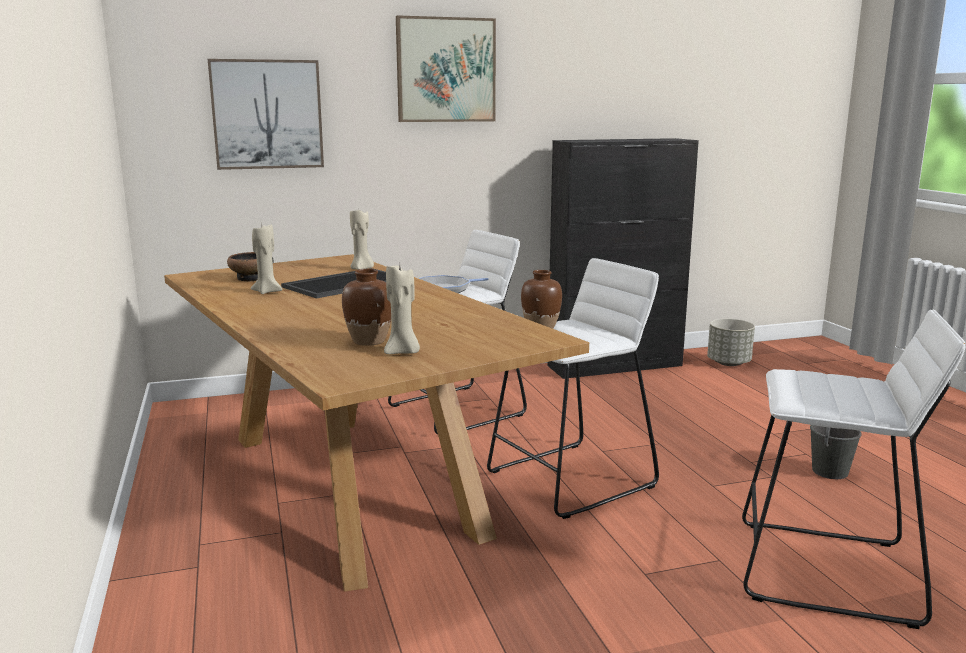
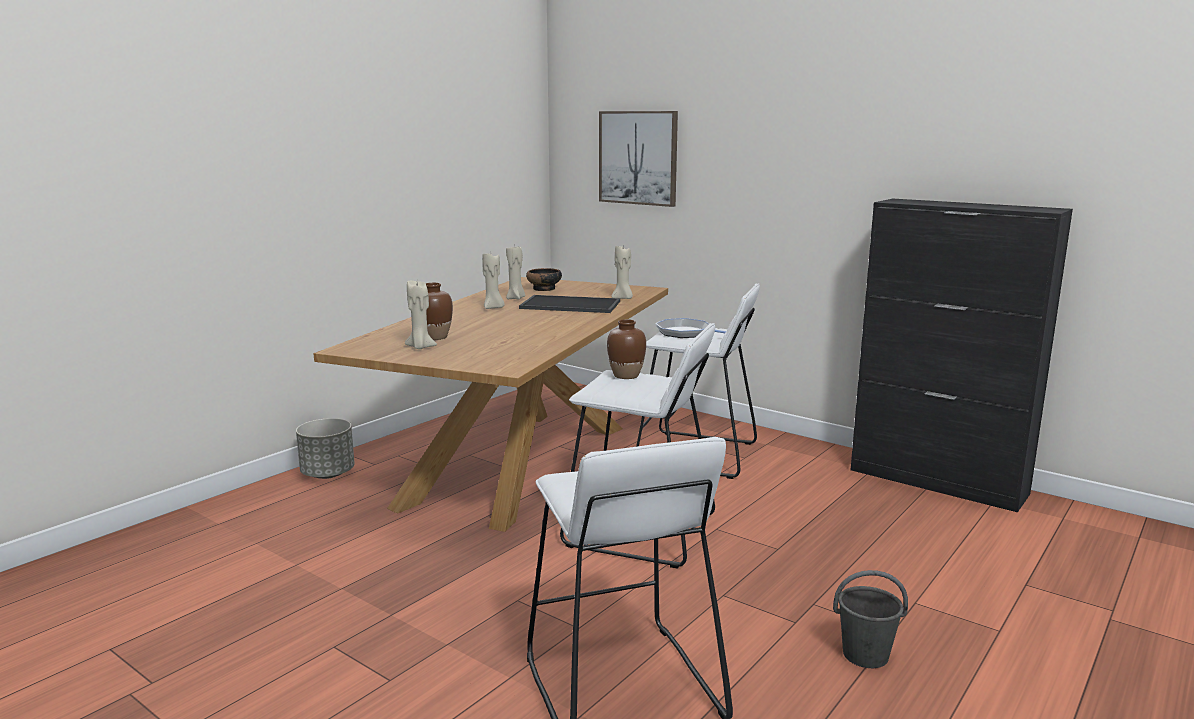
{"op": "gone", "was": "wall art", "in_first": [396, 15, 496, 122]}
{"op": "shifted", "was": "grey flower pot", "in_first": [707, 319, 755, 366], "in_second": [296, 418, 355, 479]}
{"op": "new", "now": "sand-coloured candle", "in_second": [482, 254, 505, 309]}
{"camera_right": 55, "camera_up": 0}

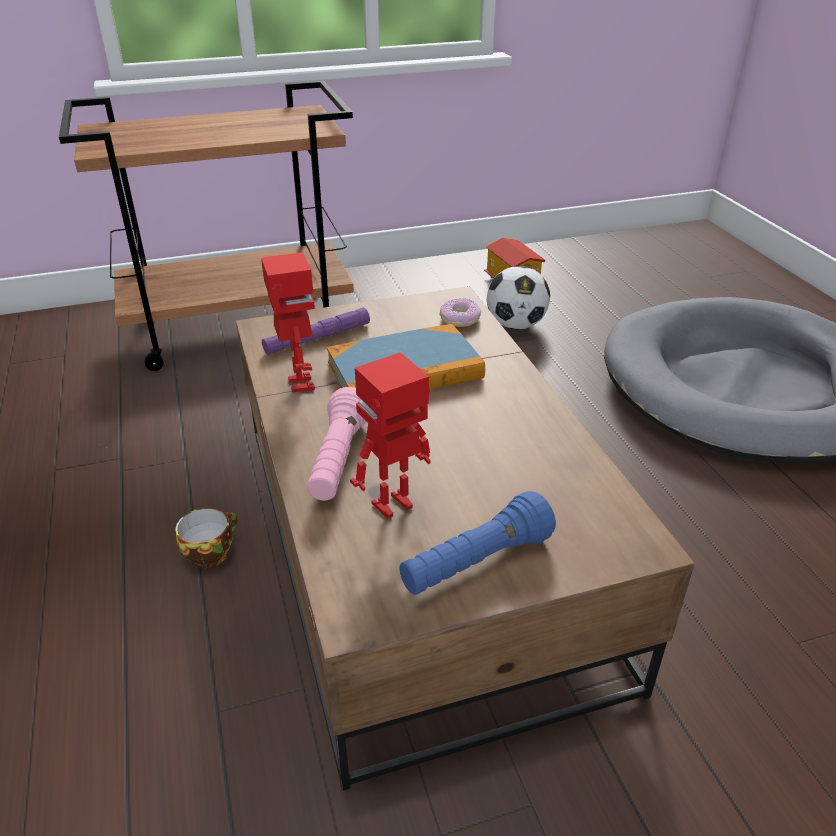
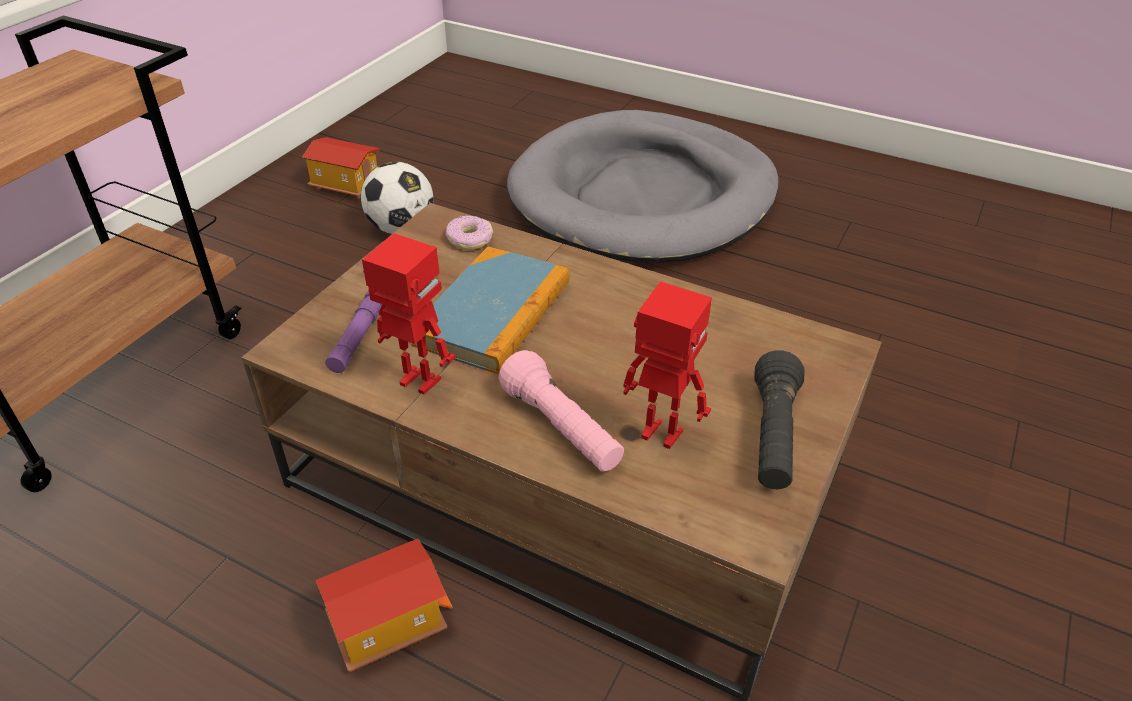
{"op": "rotated", "was": "model robot", "in_first": [350, 352, 431, 519], "in_second": [623, 281, 712, 449], "clockwise": 105}
{"op": "repainted", "was": "bluish hand torch", "now": "black hand torch", "in_first": [400, 491, 556, 595], "in_second": [754, 350, 804, 489]}
{"op": "swapped", "was": "small cup", "now": "model house", "in_first": [176, 508, 237, 568], "in_second": [316, 539, 453, 672]}
{"camera_right": -45, "camera_up": 5}

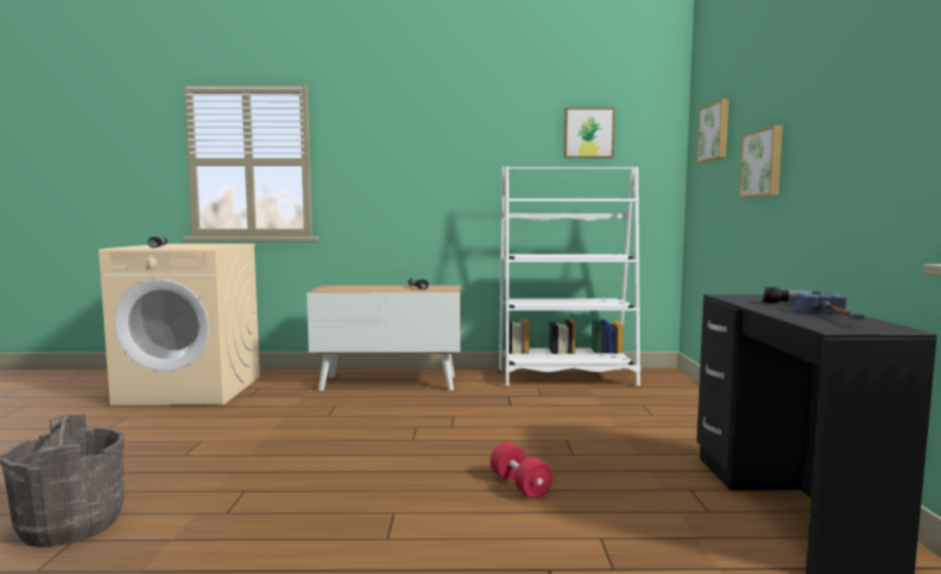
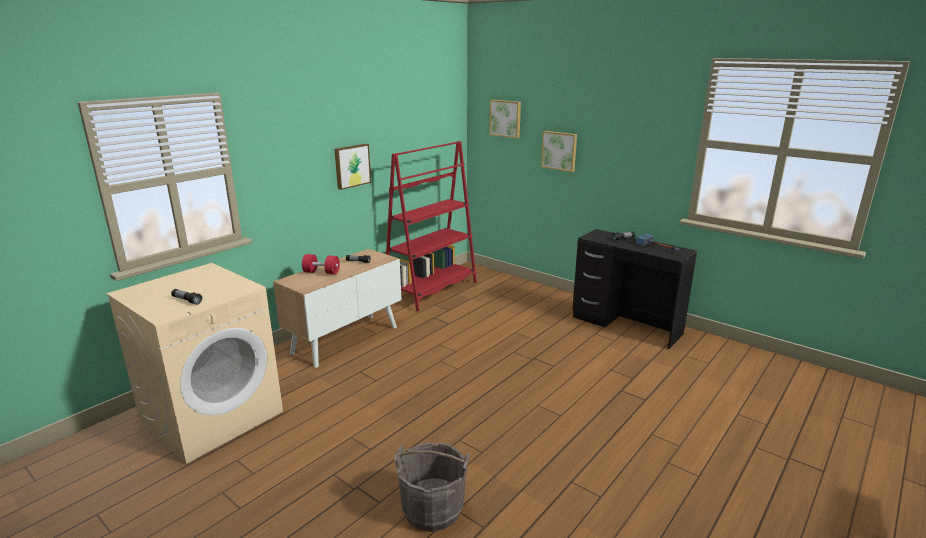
{"op": "shifted", "was": "wall art", "in_first": [564, 108, 615, 158], "in_second": [334, 144, 371, 190]}
{"op": "repainted", "was": "whitish bookcase", "now": "red bookcase", "in_first": [499, 167, 640, 386], "in_second": [385, 141, 477, 311]}
{"op": "shifted", "was": "red hand weight", "in_first": [490, 442, 553, 499], "in_second": [302, 254, 340, 275]}
{"camera_right": -50, "camera_up": 15}

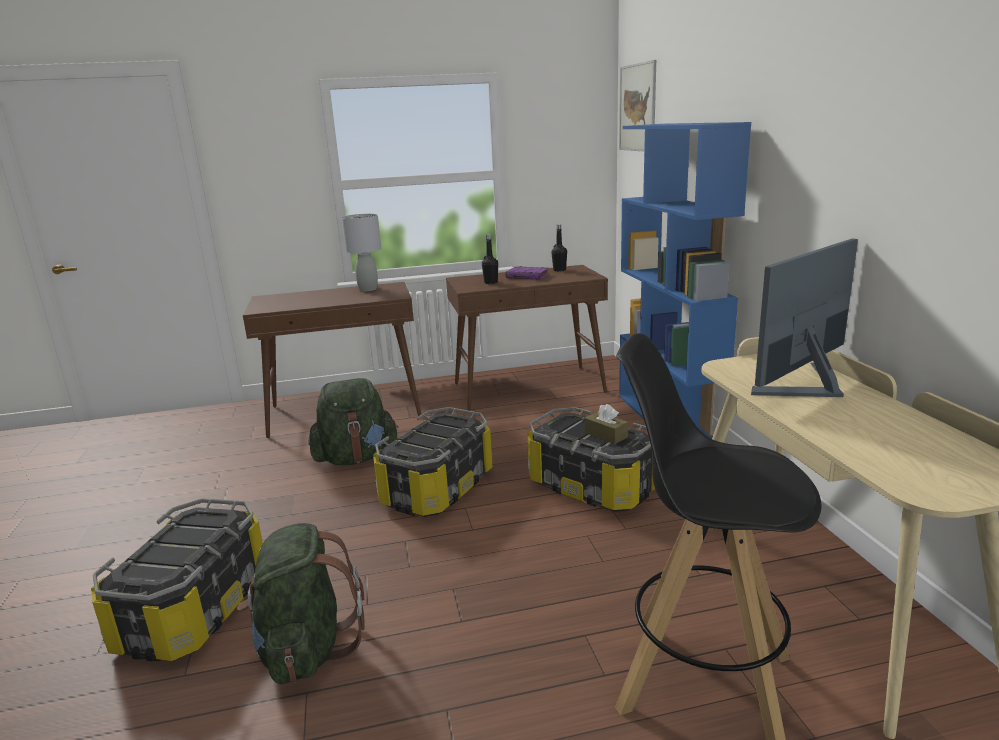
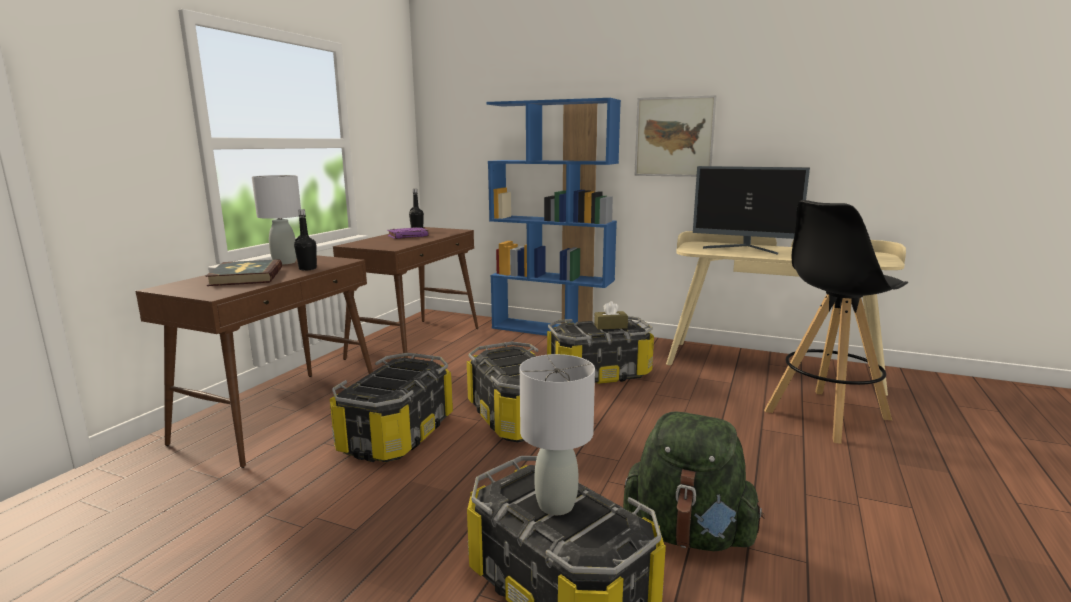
{"op": "shifted", "was": "wall art", "in_first": [619, 60, 656, 151], "in_second": [634, 95, 716, 177]}
{"op": "shifted", "was": "black drink bottle", "in_first": [482, 234, 498, 284], "in_second": [294, 209, 317, 271]}
{"op": "rotated", "was": "monitor", "in_first": [751, 239, 858, 397], "in_second": [693, 166, 810, 255], "clockwise": -60}
{"op": "swapped", "was": "greenish backpack", "now": "storage bin", "in_first": [308, 378, 399, 465], "in_second": [330, 353, 453, 462]}
{"op": "new", "now": "book", "in_second": [205, 259, 282, 286]}
{"op": "new", "now": "grey lamp for a table", "in_second": [520, 354, 595, 515]}
{"camera_right": -55, "camera_up": -5}

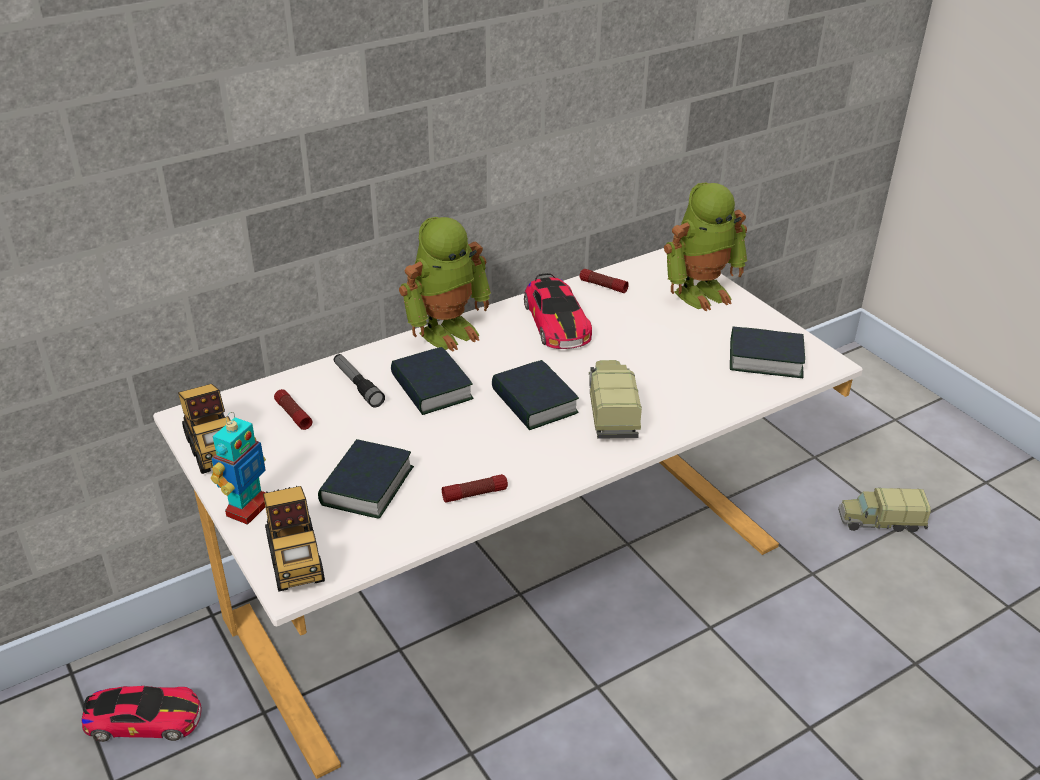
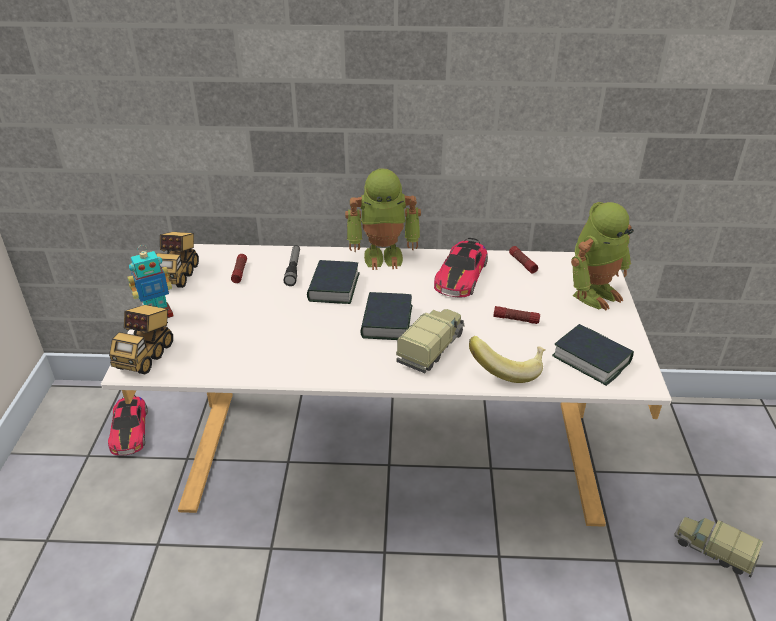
{"op": "rotated", "was": "model robot", "in_first": [664, 183, 748, 311], "in_second": [571, 202, 634, 311], "clockwise": -45}
{"op": "gone", "was": "book", "in_first": [318, 439, 414, 519]}
{"op": "shifted", "was": "hand torch", "in_first": [442, 474, 508, 503], "in_second": [493, 306, 540, 324]}
{"op": "rotated", "was": "model car", "in_first": [82, 686, 202, 742], "in_second": [108, 395, 148, 456], "clockwise": 45}
{"op": "new", "now": "whole banana", "in_second": [469, 336, 546, 383]}
{"camera_right": 35, "camera_up": 0}

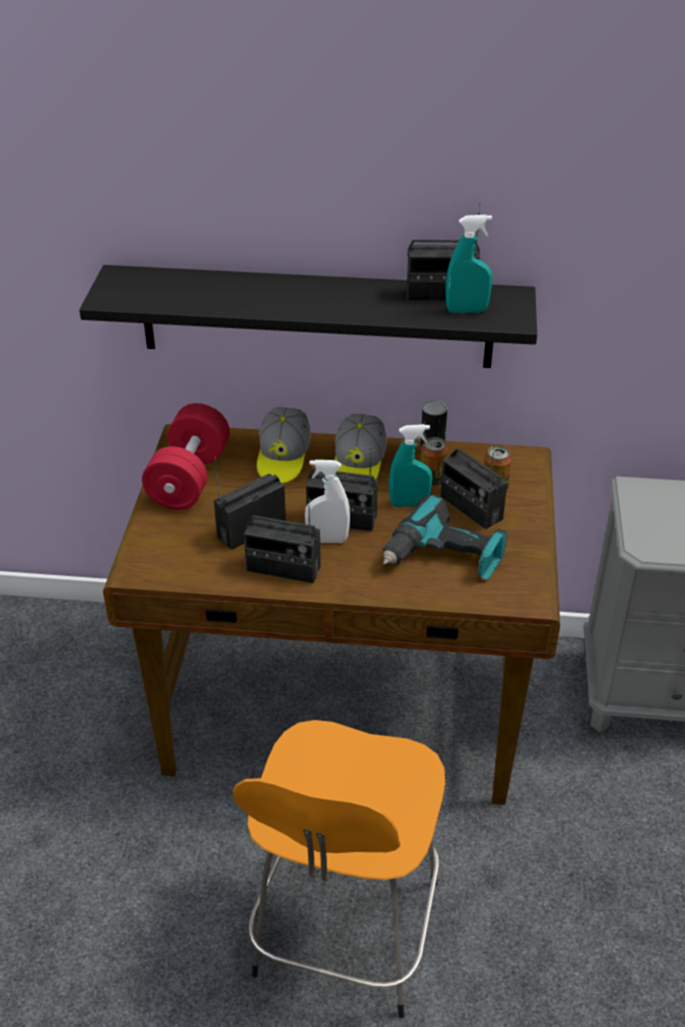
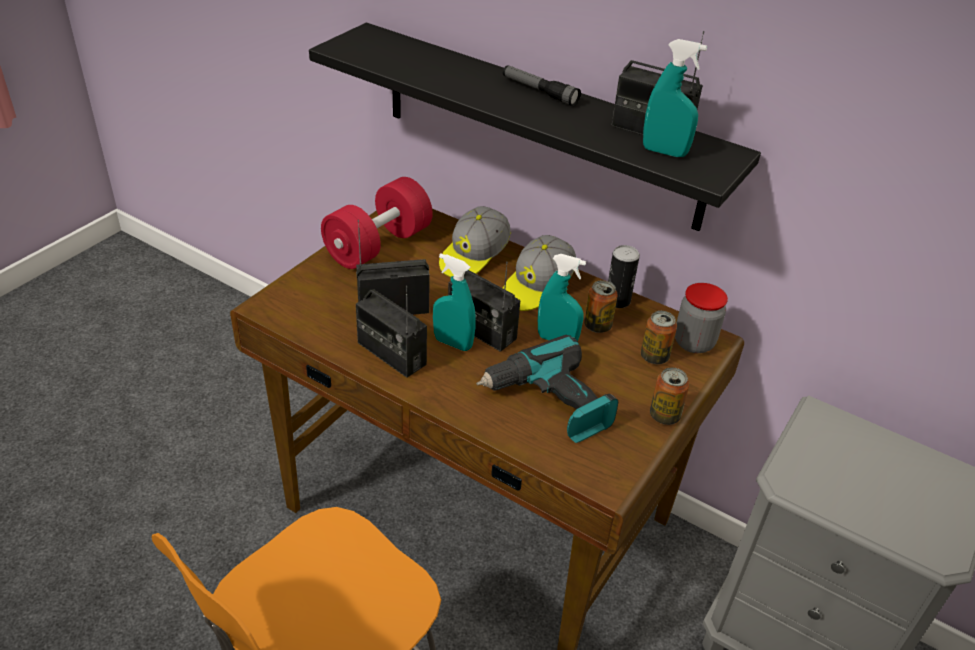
{"op": "gone", "was": "radio", "in_first": [440, 445, 507, 529]}
{"op": "repainted", "was": "whitish sprayer", "now": "blue-green sprayer", "in_first": [305, 460, 350, 543], "in_second": [433, 254, 476, 351]}
{"op": "new", "now": "hand torch", "in_second": [503, 65, 581, 106]}
{"op": "new", "now": "jar", "in_second": [675, 283, 728, 353]}
{"op": "new", "now": "can", "in_second": [650, 368, 689, 425]}
{"camera_right": 25, "camera_up": 0}

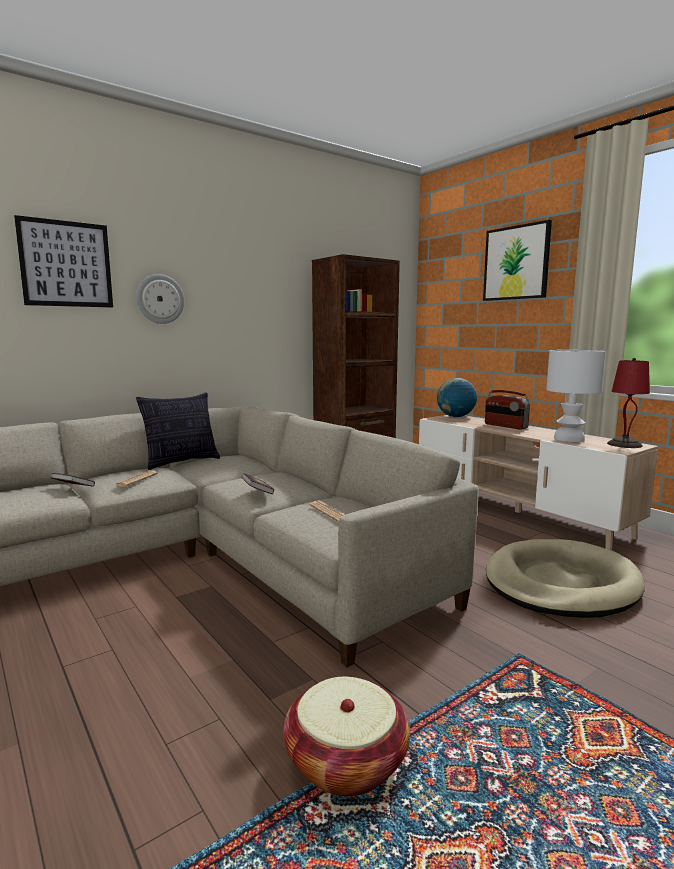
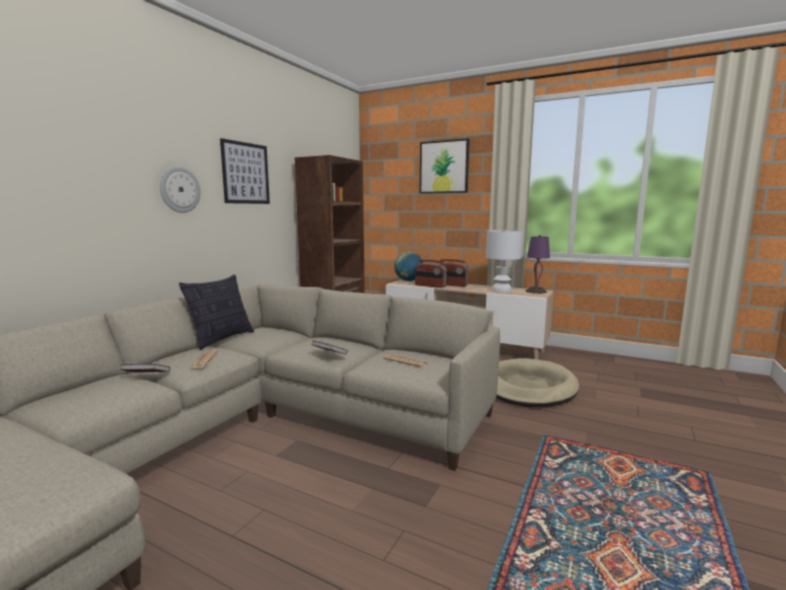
{"op": "shifted", "was": "wall art", "in_first": [14, 215, 113, 307], "in_second": [220, 138, 270, 204]}
{"op": "repainted", "was": "red lamp for a table", "now": "purple lamp for a table", "in_first": [607, 358, 650, 448], "in_second": [526, 235, 550, 294]}
{"op": "gone", "was": "basket", "in_first": [283, 677, 410, 797]}
{"op": "new", "now": "radio", "in_second": [415, 260, 447, 288]}
{"camera_right": -25, "camera_up": 0}

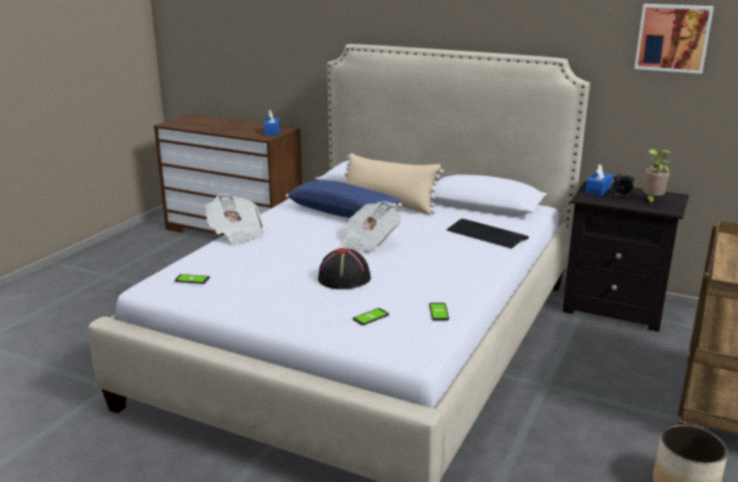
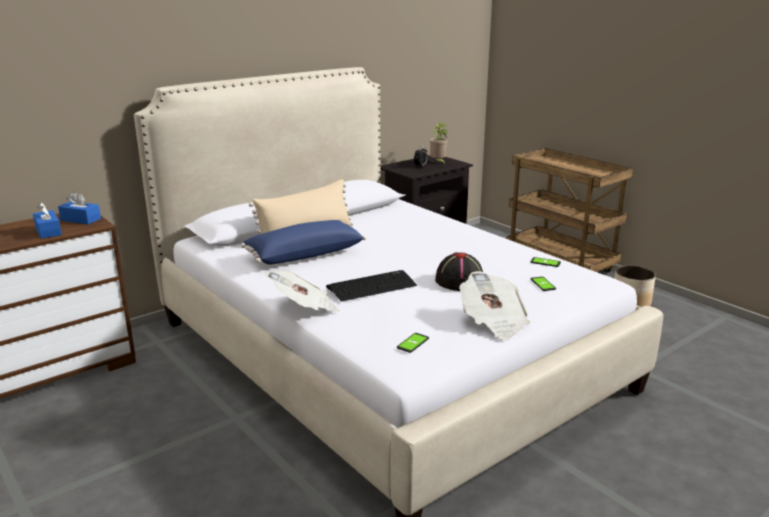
{"op": "gone", "was": "wall art", "in_first": [634, 4, 714, 74]}
{"op": "shifted", "was": "bluish tissue box", "in_first": [585, 164, 613, 196], "in_second": [33, 202, 62, 239]}
{"op": "shifted", "was": "newspaper", "in_first": [340, 201, 401, 251], "in_second": [459, 271, 530, 340]}
{"op": "shifted", "was": "keyboard", "in_first": [446, 219, 529, 249], "in_second": [326, 270, 417, 302]}
{"camera_right": -65, "camera_up": 0}

